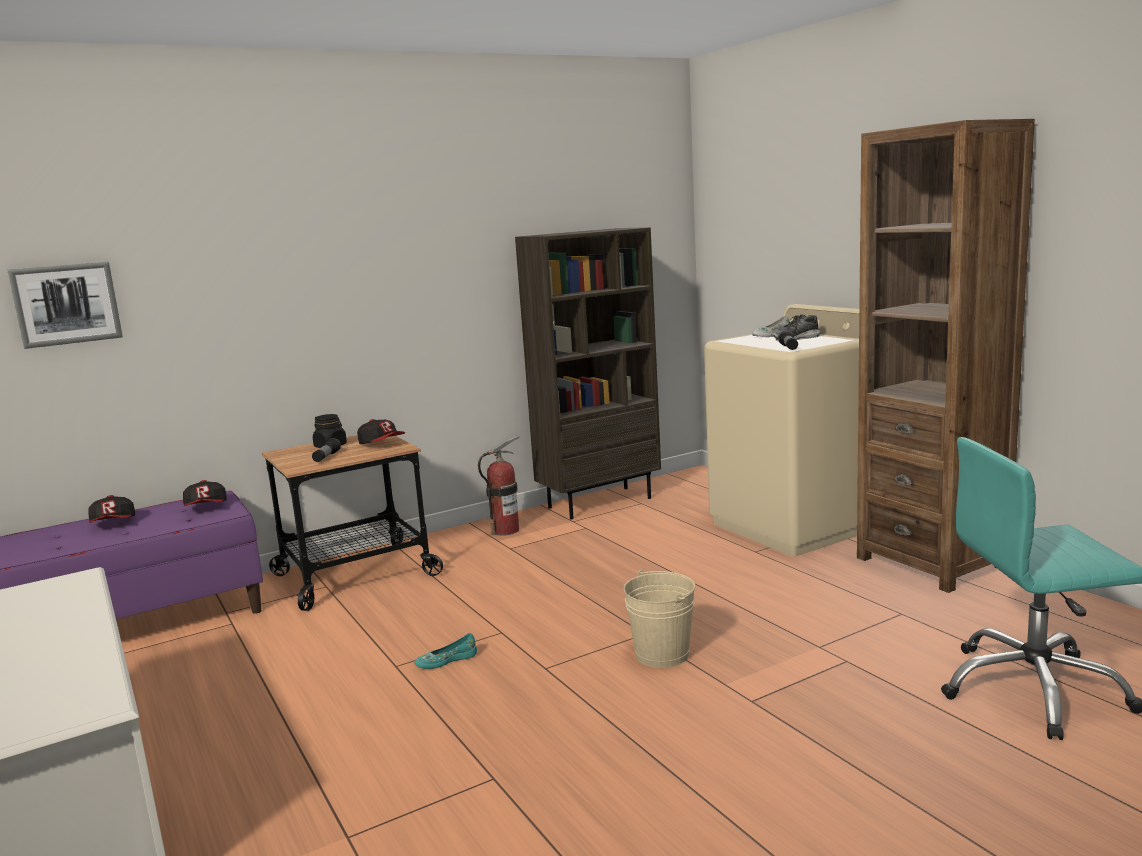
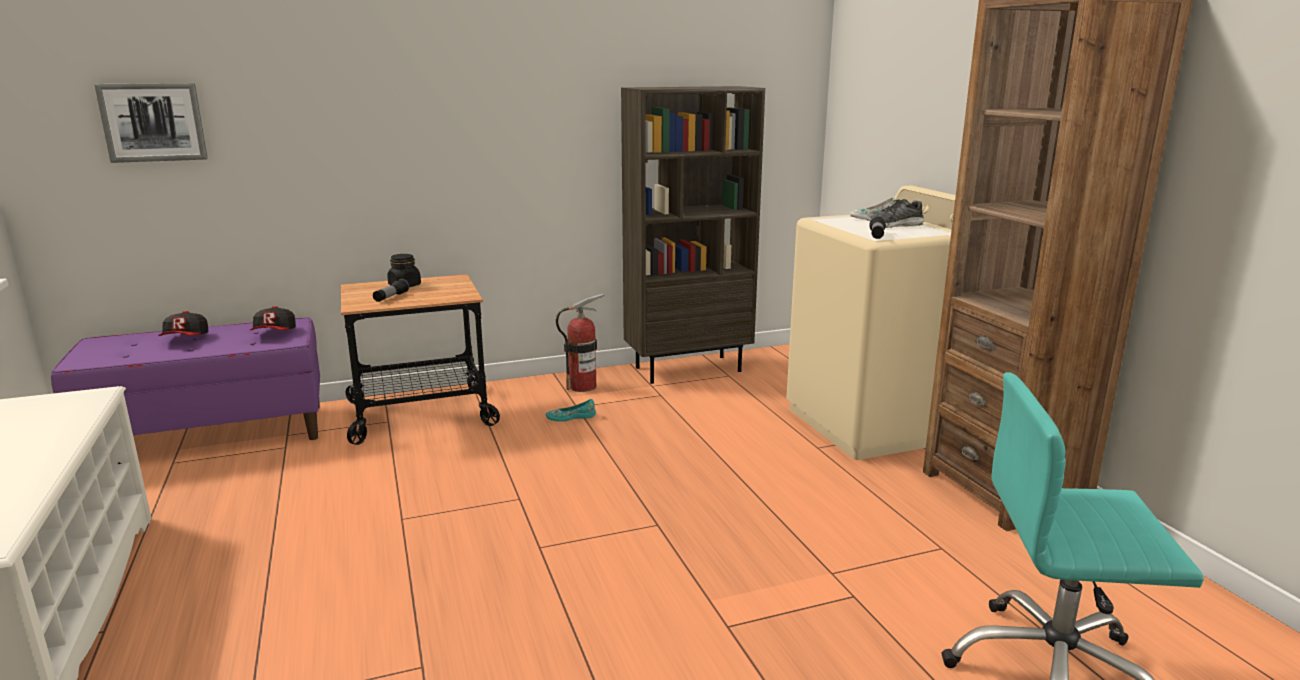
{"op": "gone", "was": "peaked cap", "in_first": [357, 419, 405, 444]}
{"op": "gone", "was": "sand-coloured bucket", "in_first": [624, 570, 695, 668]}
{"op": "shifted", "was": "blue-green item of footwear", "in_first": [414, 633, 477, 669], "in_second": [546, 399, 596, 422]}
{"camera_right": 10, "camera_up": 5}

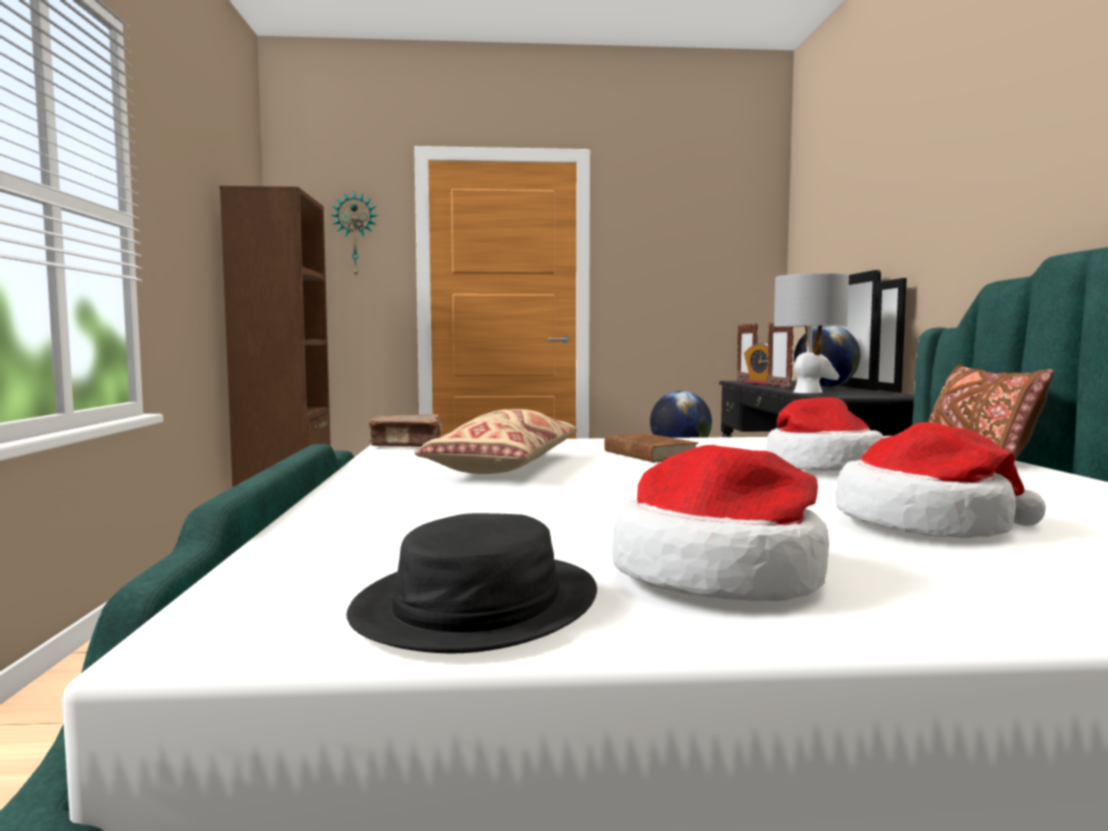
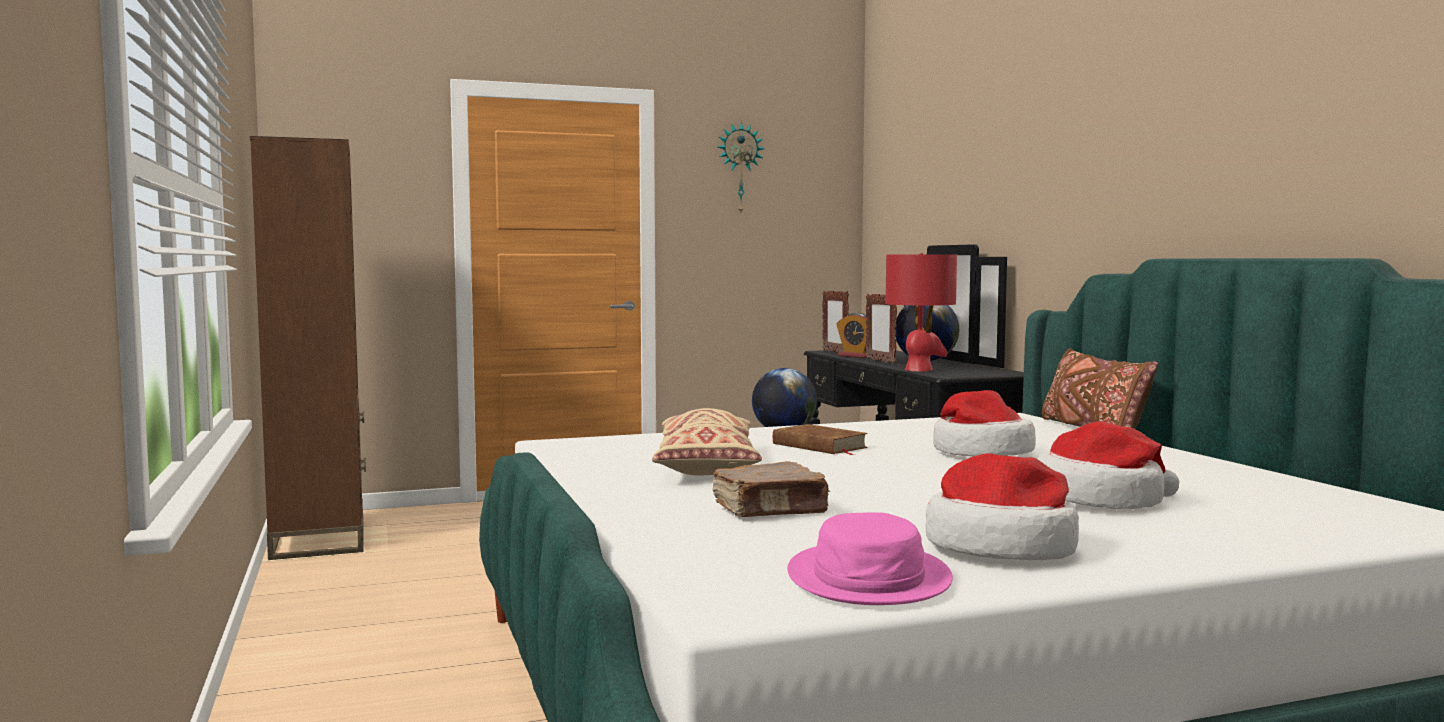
{"op": "shifted", "was": "clock on the wall", "in_first": [331, 192, 378, 276], "in_second": [718, 122, 765, 213]}
{"op": "repainted", "was": "grey lamp for a table", "now": "red lamp for a table", "in_first": [774, 273, 849, 393], "in_second": [885, 253, 957, 371]}
{"op": "shifted", "was": "brown book", "in_first": [369, 414, 442, 447], "in_second": [713, 461, 830, 517]}
{"op": "repainted", "was": "black clothing hat", "now": "pinkish clothing hat", "in_first": [346, 513, 597, 654], "in_second": [787, 512, 953, 605]}
{"camera_right": -15, "camera_up": 0}

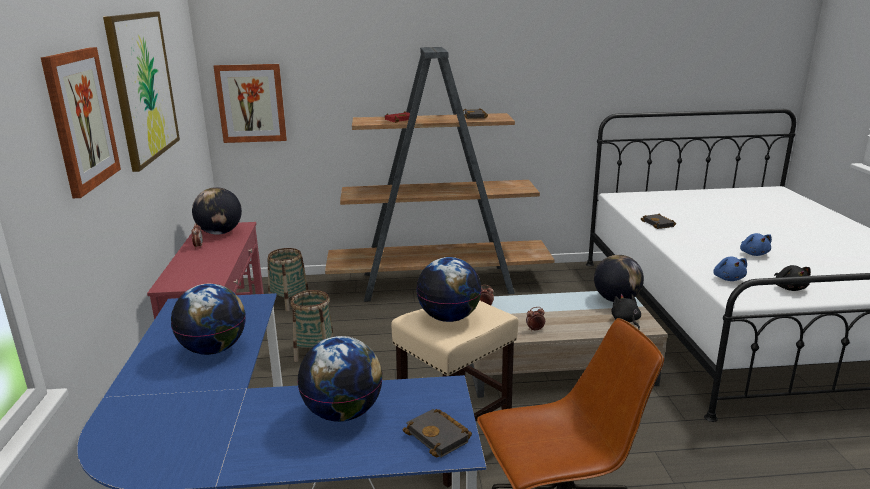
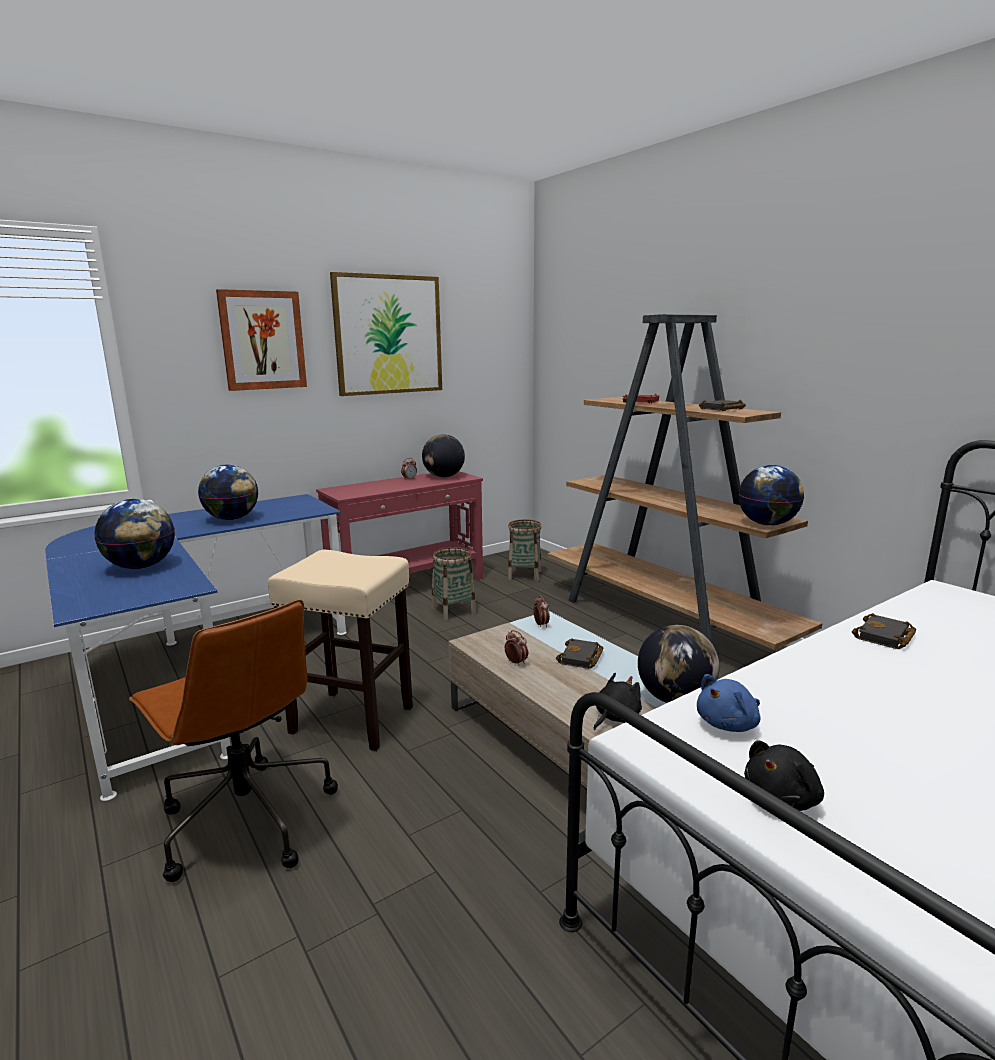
{"op": "gone", "was": "wall art", "in_first": [213, 64, 287, 143]}
{"op": "gone", "was": "bluish cuddly toy", "in_first": [740, 233, 772, 256]}
{"op": "shifted", "was": "globe", "in_first": [416, 257, 481, 322], "in_second": [738, 465, 804, 526]}
{"op": "shifted", "was": "black book", "in_first": [403, 409, 472, 458], "in_second": [556, 638, 603, 669]}
{"camera_right": 60, "camera_up": -5}

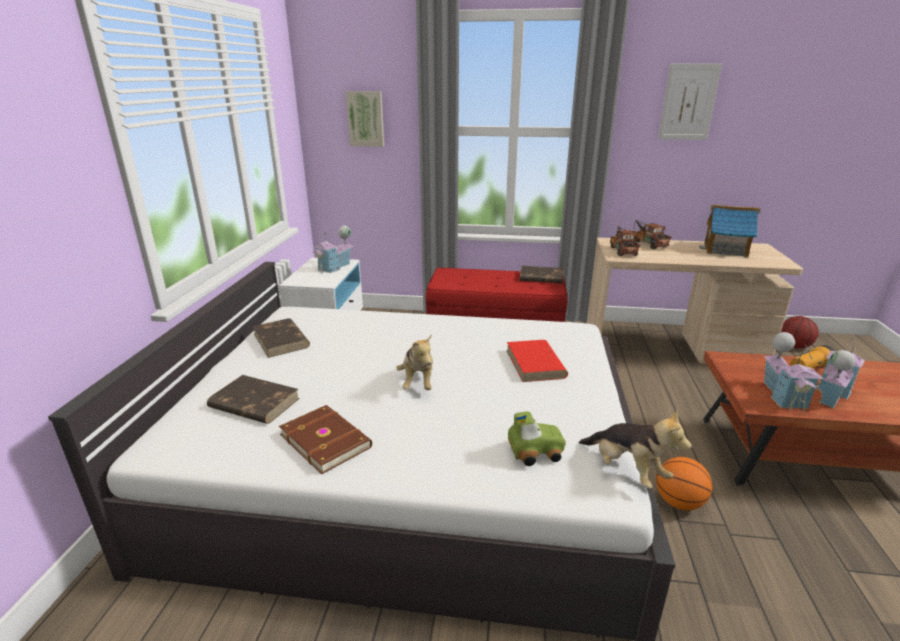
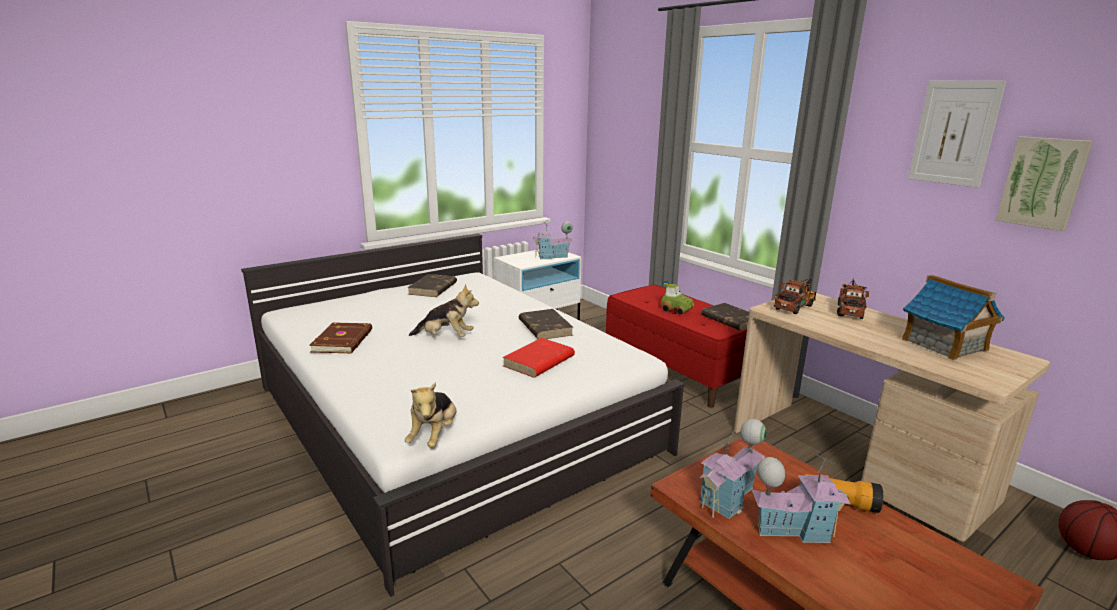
{"op": "shifted", "was": "wall art", "in_first": [346, 91, 384, 147], "in_second": [996, 136, 1093, 231]}
{"op": "rotated", "was": "cuddly toy", "in_first": [396, 334, 433, 390], "in_second": [409, 284, 479, 337], "clockwise": -120}
{"op": "shifted", "was": "brown book", "in_first": [207, 375, 300, 424], "in_second": [519, 309, 573, 339]}
{"op": "shifted", "was": "model car", "in_first": [508, 411, 566, 466], "in_second": [661, 281, 694, 314]}
{"op": "gone", "was": "basketball ball", "in_first": [656, 457, 712, 510]}
{"camera_right": 45, "camera_up": -5}

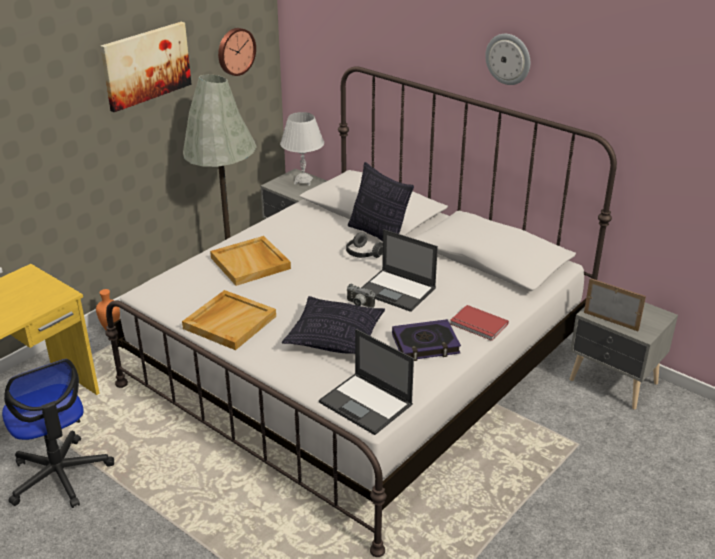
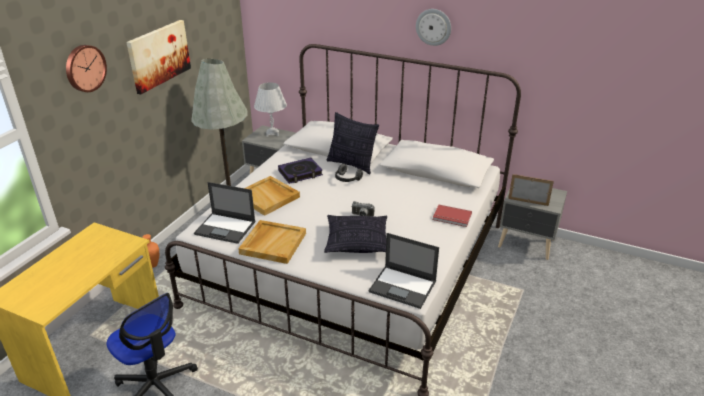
{"op": "shifted", "was": "clock on the wall", "in_first": [218, 28, 256, 76], "in_second": [66, 45, 107, 92]}
{"op": "shifted", "was": "laptop", "in_first": [361, 229, 438, 312], "in_second": [194, 182, 255, 244]}
{"op": "shifted", "was": "book", "in_first": [392, 319, 461, 361], "in_second": [278, 158, 323, 184]}
{"camera_right": -15, "camera_up": 0}

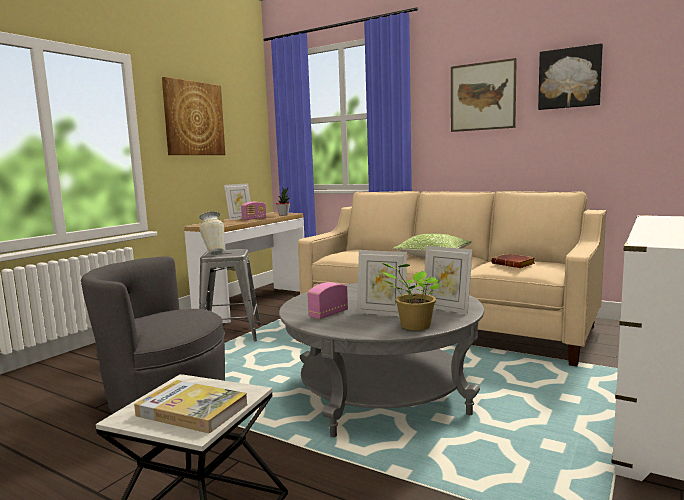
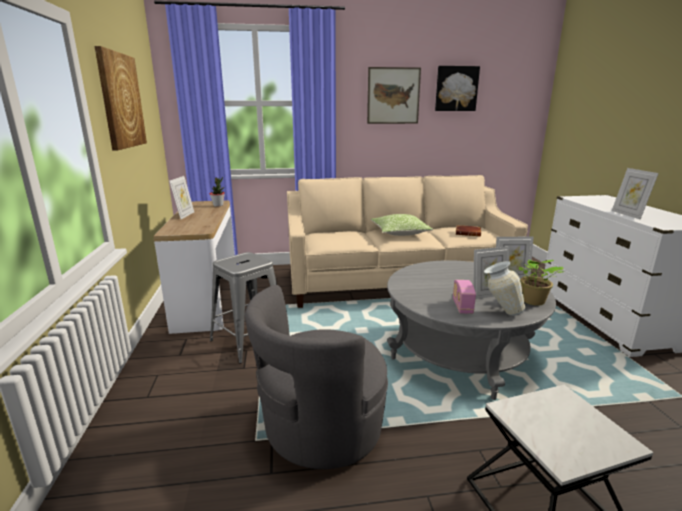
{"op": "gone", "was": "radio", "in_first": [241, 202, 267, 221]}
{"op": "shifted", "was": "decorative vase", "in_first": [199, 212, 224, 255], "in_second": [484, 261, 525, 316]}
{"op": "gone", "was": "book", "in_first": [134, 380, 248, 433]}
{"op": "new", "now": "picture frame", "in_second": [612, 168, 659, 219]}
{"camera_right": -40, "camera_up": 10}

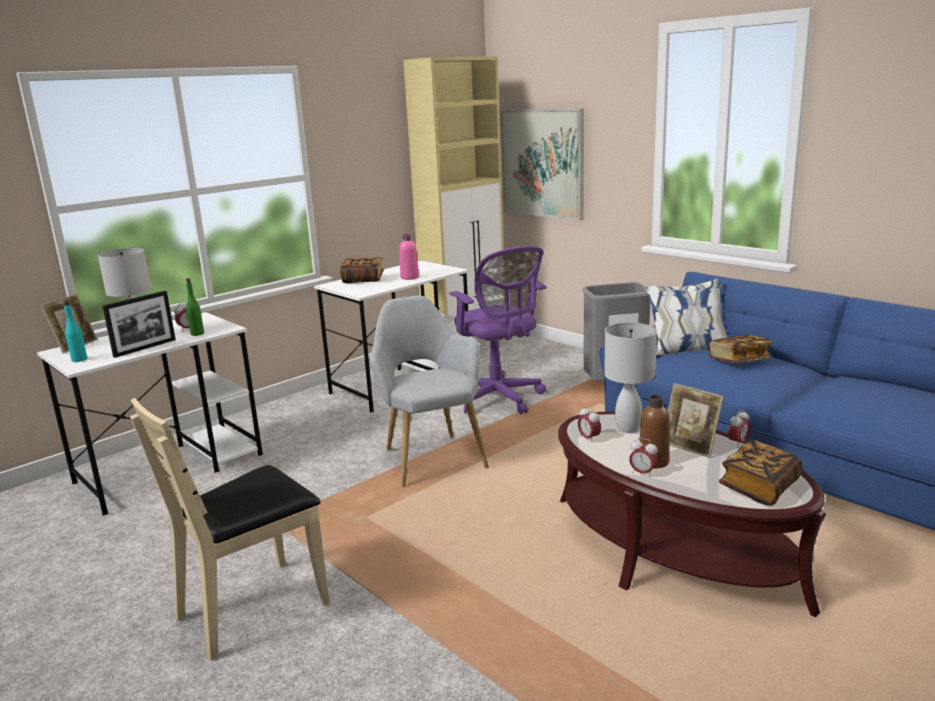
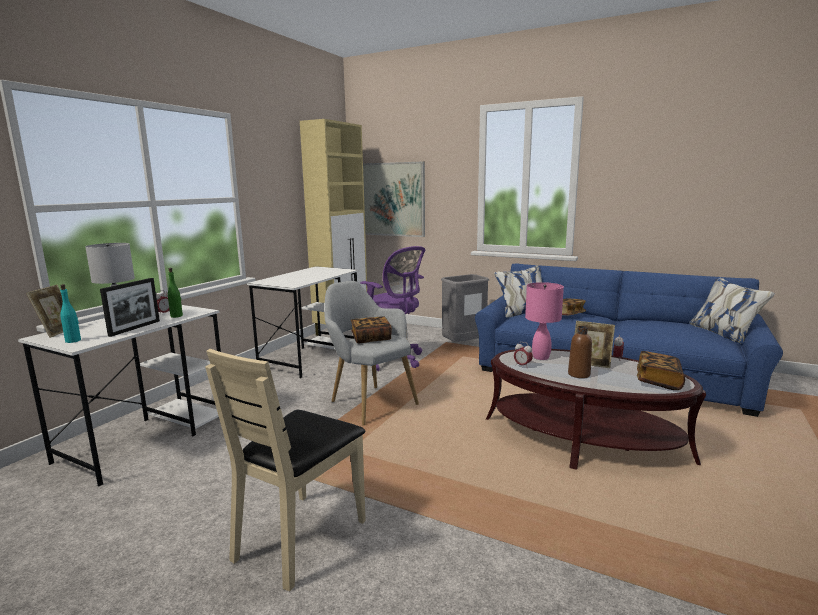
{"op": "gone", "was": "pinkish drink bottle", "in_first": [399, 234, 419, 280]}
{"op": "shifted", "was": "book", "in_first": [340, 257, 384, 283], "in_second": [351, 316, 392, 343]}
{"op": "repainted", "was": "whitish lamp for a table", "now": "pinkish lamp for a table", "in_first": [604, 323, 657, 433], "in_second": [525, 282, 564, 360]}
{"op": "gone", "was": "table clock", "in_first": [629, 438, 658, 477]}
{"camera_right": -20, "camera_up": -5}

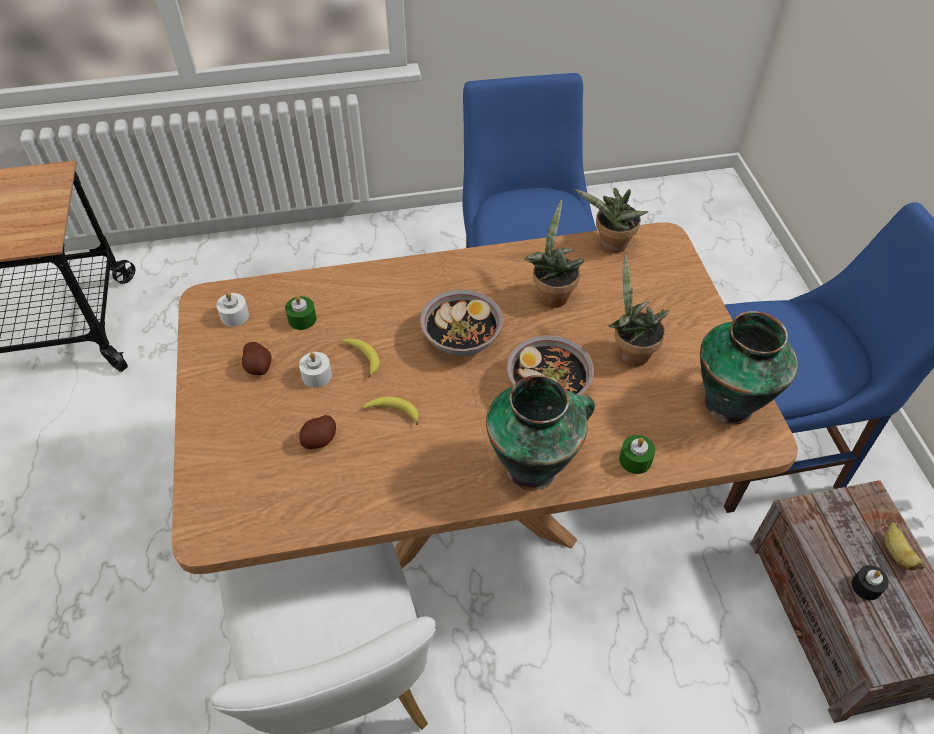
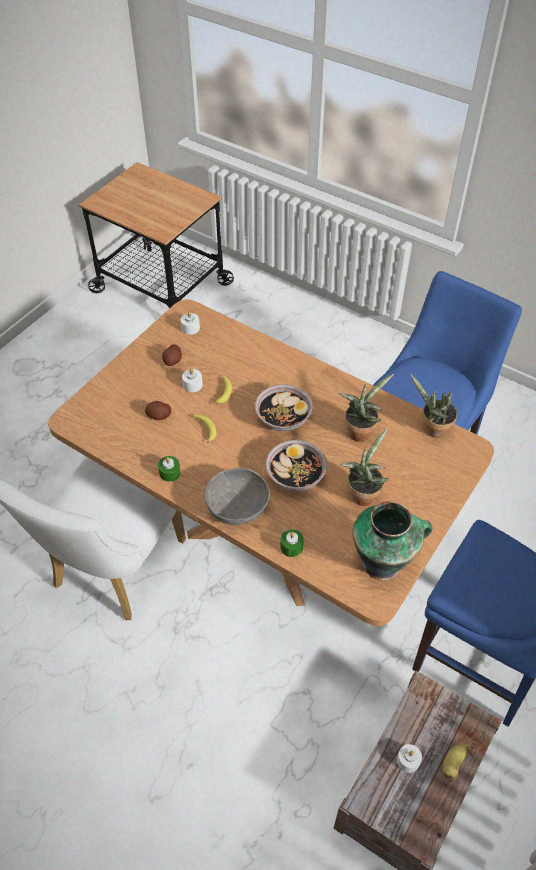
{"op": "shifted", "was": "greenish candle", "in_first": [285, 295, 317, 330], "in_second": [158, 456, 181, 482]}
{"op": "swapped", "was": "decorative vase", "now": "grey bowl", "in_first": [486, 375, 595, 491], "in_second": [204, 468, 270, 525]}
{"op": "repainted", "was": "black candle", "now": "whitish candle", "in_first": [852, 565, 889, 600], "in_second": [397, 744, 422, 773]}
{"camera_right": 45, "camera_up": 0}

